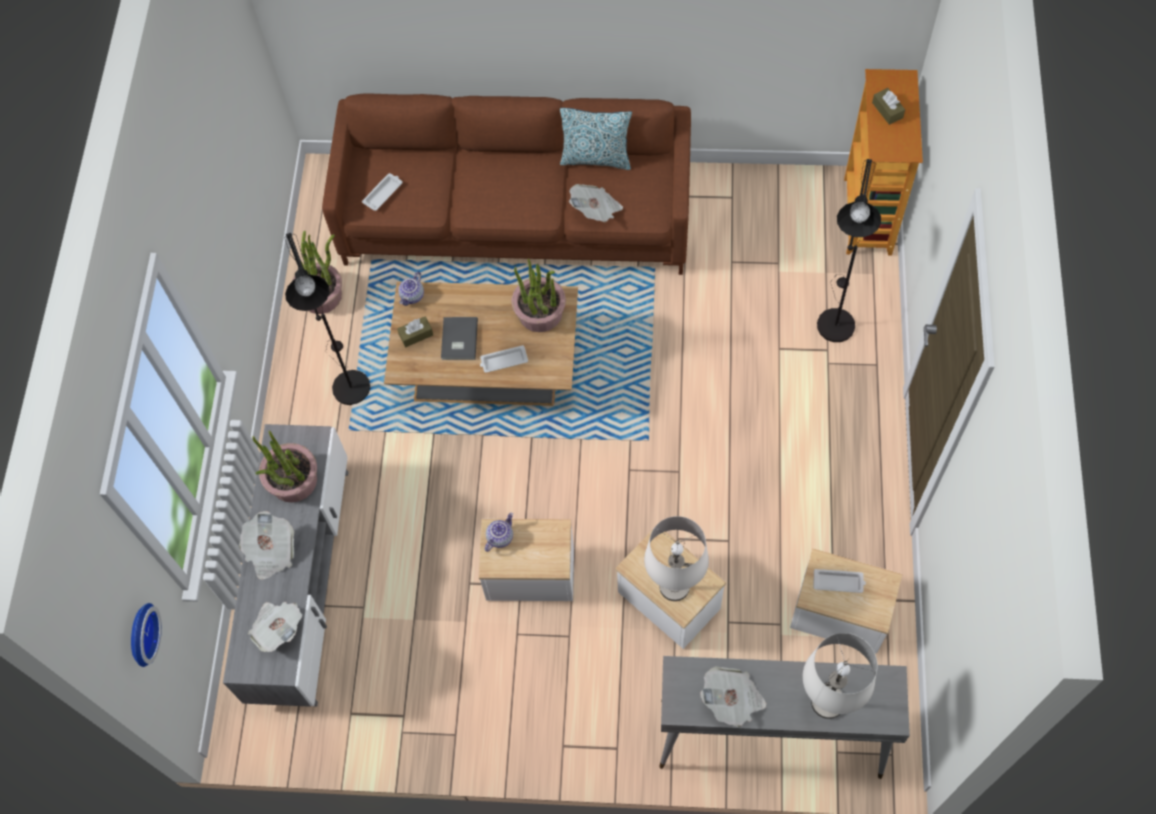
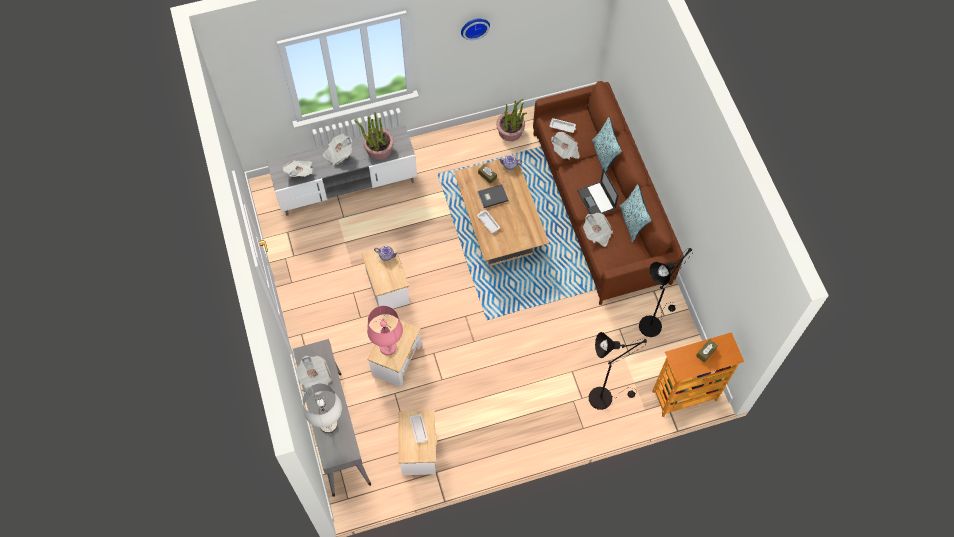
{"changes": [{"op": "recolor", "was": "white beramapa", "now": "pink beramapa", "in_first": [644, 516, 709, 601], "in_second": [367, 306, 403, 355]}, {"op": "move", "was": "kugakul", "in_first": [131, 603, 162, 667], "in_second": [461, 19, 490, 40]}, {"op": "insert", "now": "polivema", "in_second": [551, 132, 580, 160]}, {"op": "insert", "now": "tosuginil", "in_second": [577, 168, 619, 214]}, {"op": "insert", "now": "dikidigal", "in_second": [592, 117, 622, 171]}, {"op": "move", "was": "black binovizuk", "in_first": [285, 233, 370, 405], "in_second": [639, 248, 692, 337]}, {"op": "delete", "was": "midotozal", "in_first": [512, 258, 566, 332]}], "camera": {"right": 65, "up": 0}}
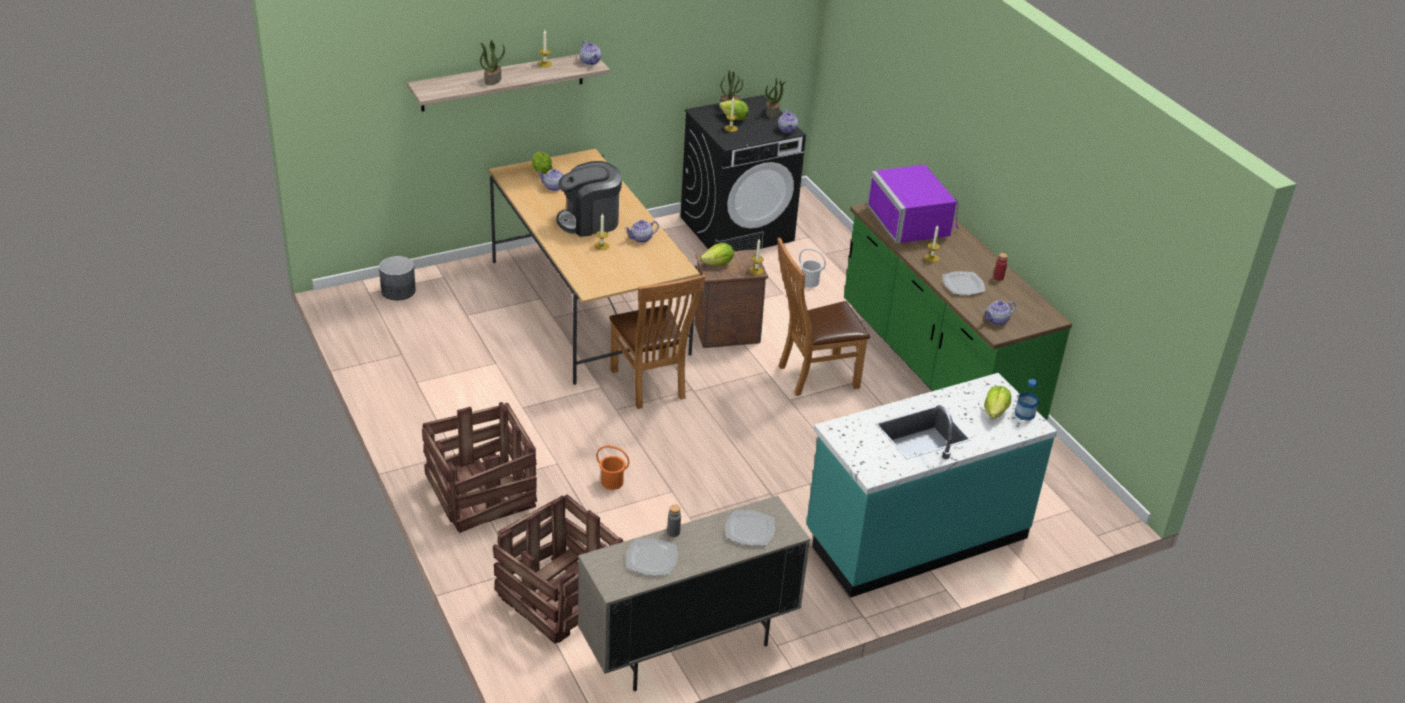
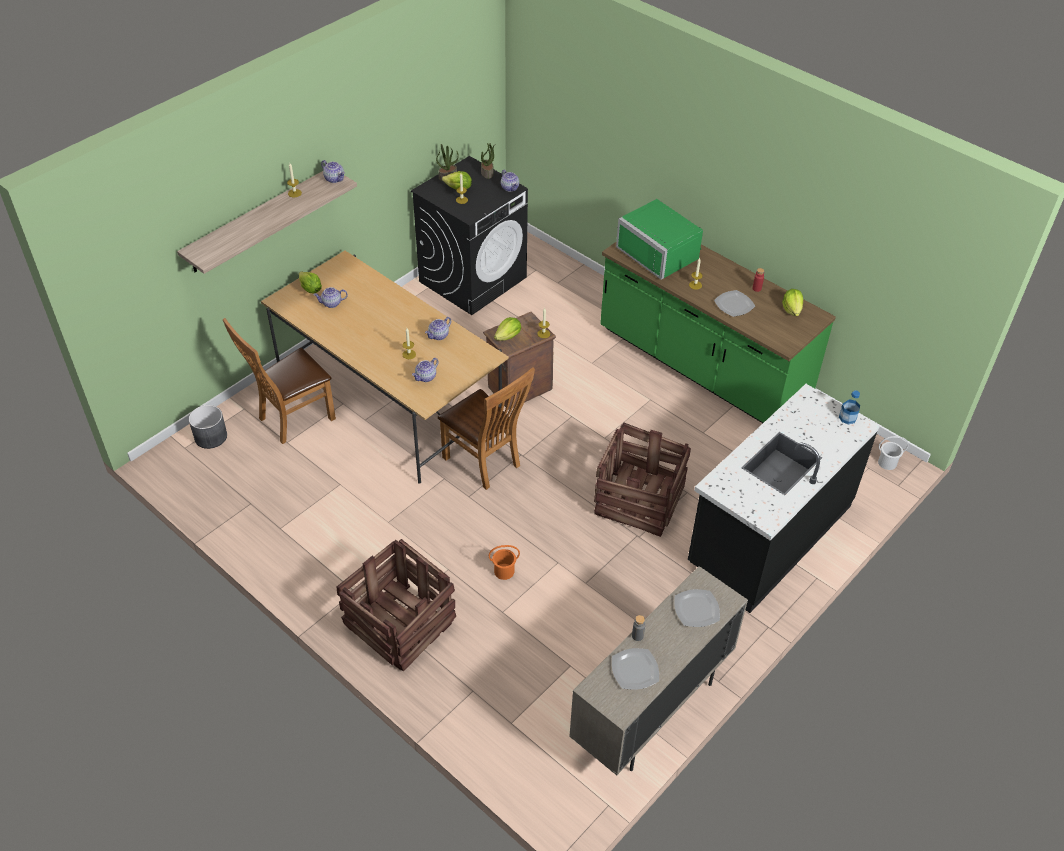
{"changes": [{"op": "move", "was": "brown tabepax", "in_first": [777, 238, 870, 396], "in_second": [222, 318, 336, 444]}, {"op": "move", "was": "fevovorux", "in_first": [983, 301, 1016, 325], "in_second": [412, 358, 439, 382]}, {"op": "move", "was": "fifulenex", "in_first": [493, 494, 624, 644], "in_second": [594, 423, 691, 537]}, {"op": "recolor", "was": "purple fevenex", "now": "green fevenex", "in_first": [867, 164, 958, 244], "in_second": [616, 199, 703, 280]}, {"op": "recolor", "was": "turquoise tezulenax", "now": "black tezulenax", "in_first": [806, 373, 1057, 598], "in_second": [688, 384, 880, 613]}, {"op": "move", "was": "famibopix", "in_first": [984, 386, 1011, 418], "in_second": [782, 289, 803, 316]}, {"op": "move", "was": "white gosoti", "in_first": [799, 248, 826, 288], "in_second": [878, 436, 909, 470]}, {"op": "delete", "was": "midotozal", "in_first": [480, 40, 505, 85]}, {"op": "delete", "was": "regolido", "in_first": [556, 161, 622, 237]}], "camera": {"right": -20, "up": 10}}
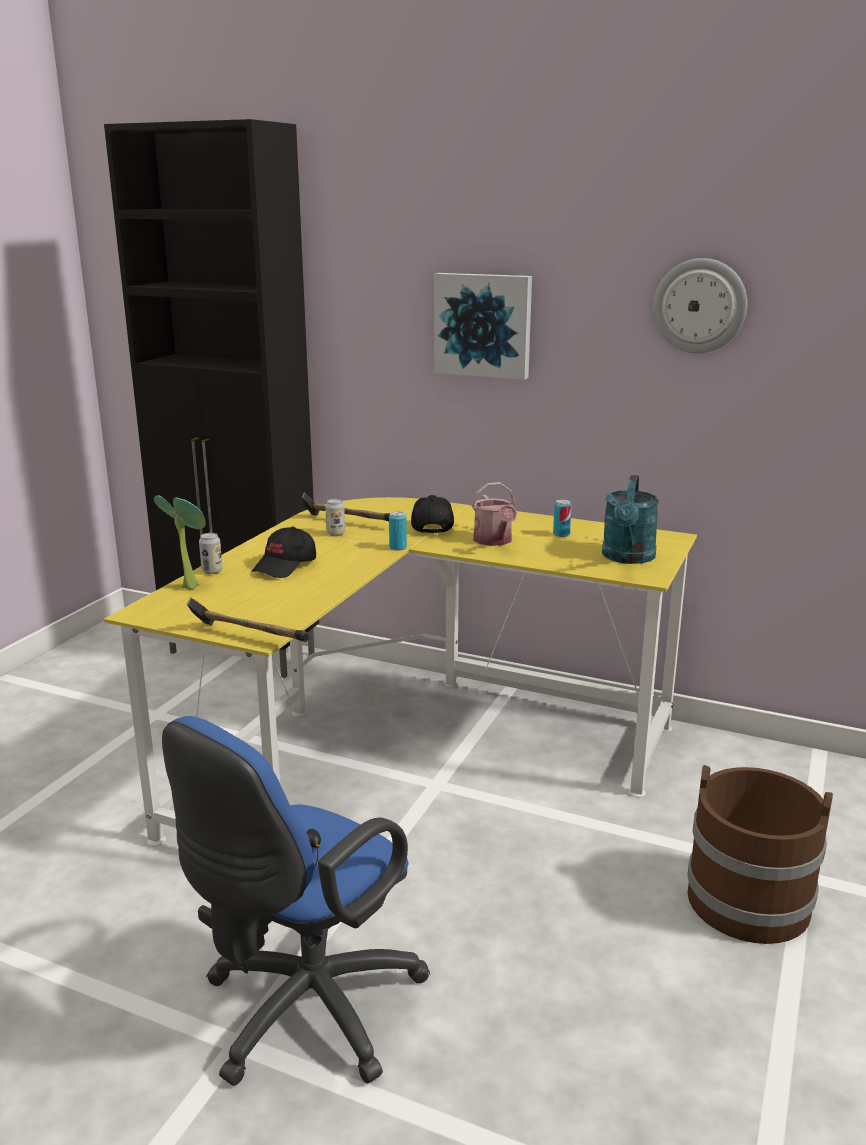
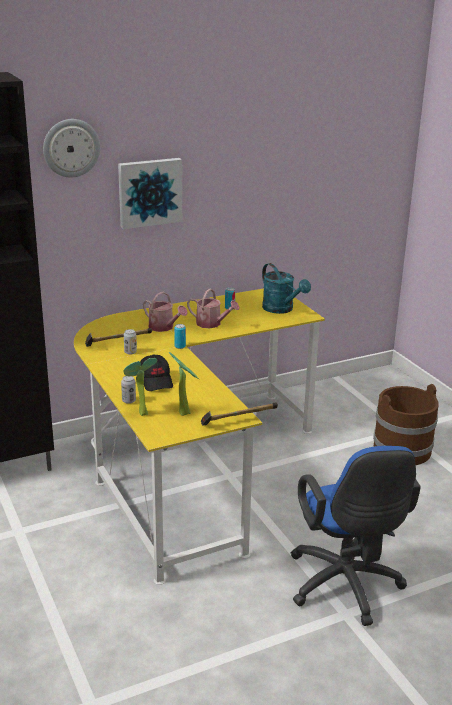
{"changes": [{"op": "move", "was": "kugakul", "in_first": [653, 258, 747, 353], "in_second": [43, 119, 100, 177]}, {"op": "replace", "was": "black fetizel", "now": "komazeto", "in_first": [411, 495, 454, 534], "in_second": [143, 292, 188, 332]}, {"op": "insert", "now": "midotozal", "in_second": [168, 352, 199, 416]}], "camera": {"right": -50, "up": 5}}
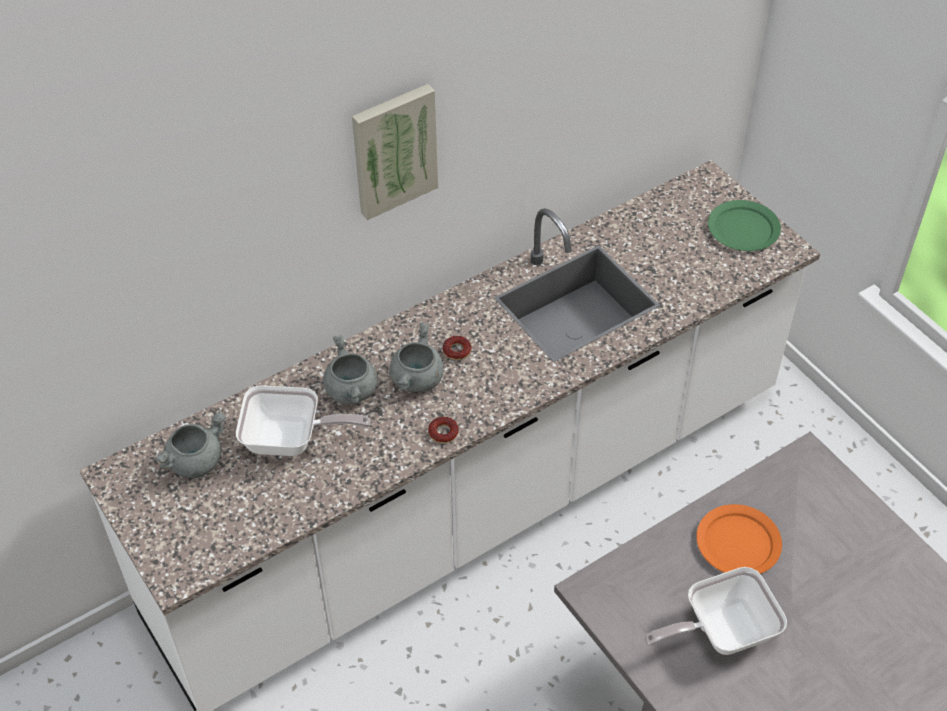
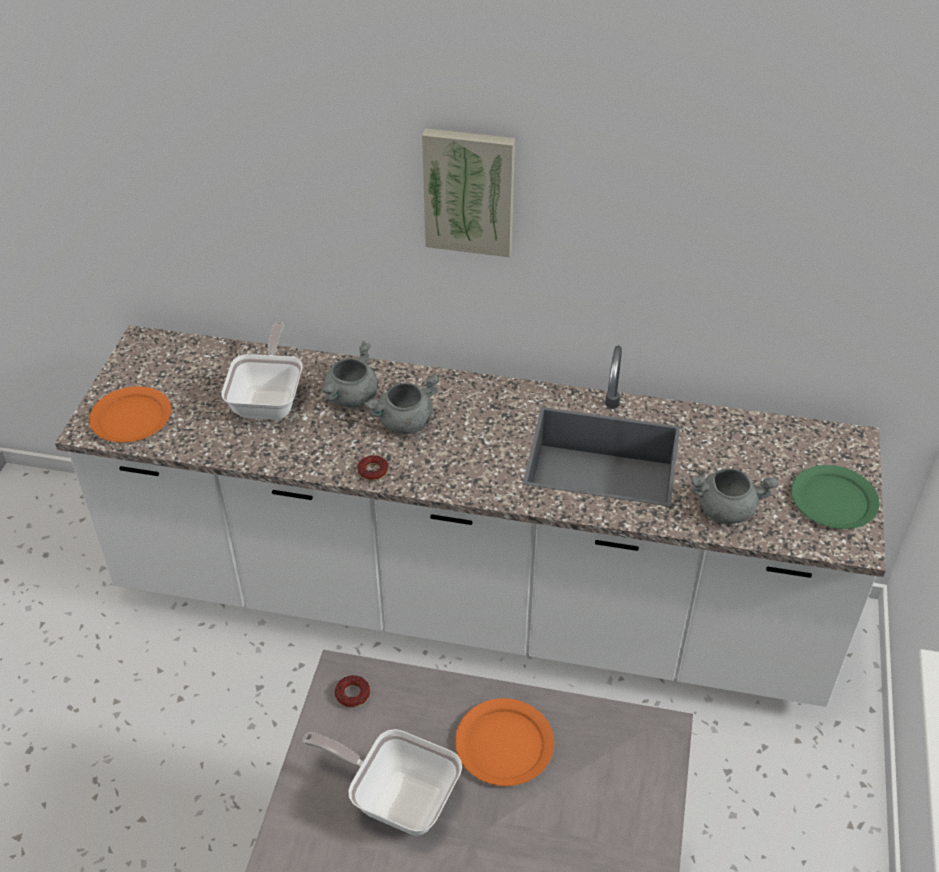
{"changes": [{"op": "insert", "now": "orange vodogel", "in_second": [89, 386, 171, 443]}, {"op": "rotate", "was": "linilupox", "in_first": [236, 385, 370, 456], "in_second": [221, 322, 303, 420], "clockwise": -135}, {"op": "move", "was": "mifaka", "in_first": [443, 336, 472, 360], "in_second": [335, 675, 370, 708]}, {"op": "move", "was": "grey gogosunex", "in_first": [155, 411, 226, 478], "in_second": [691, 468, 778, 524]}], "camera": {"right": 45, "up": -5}}
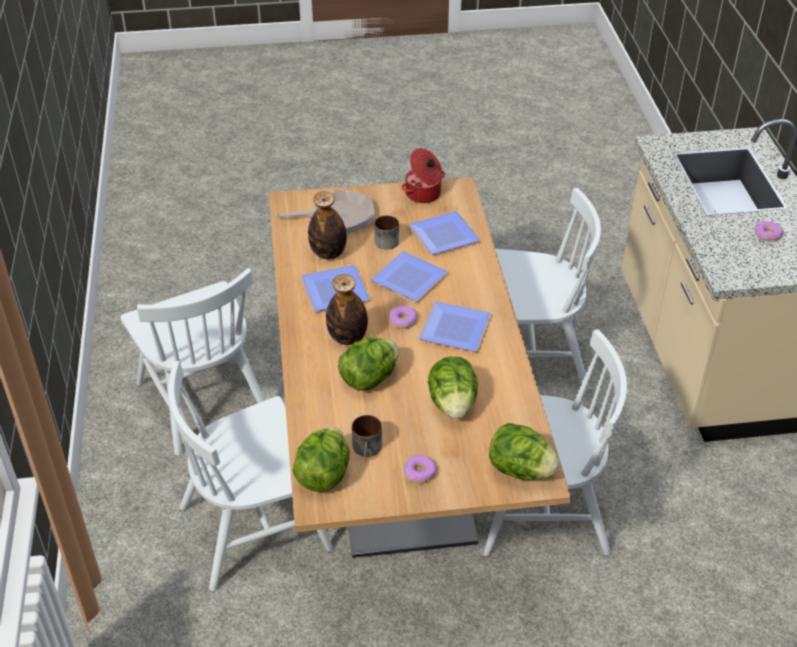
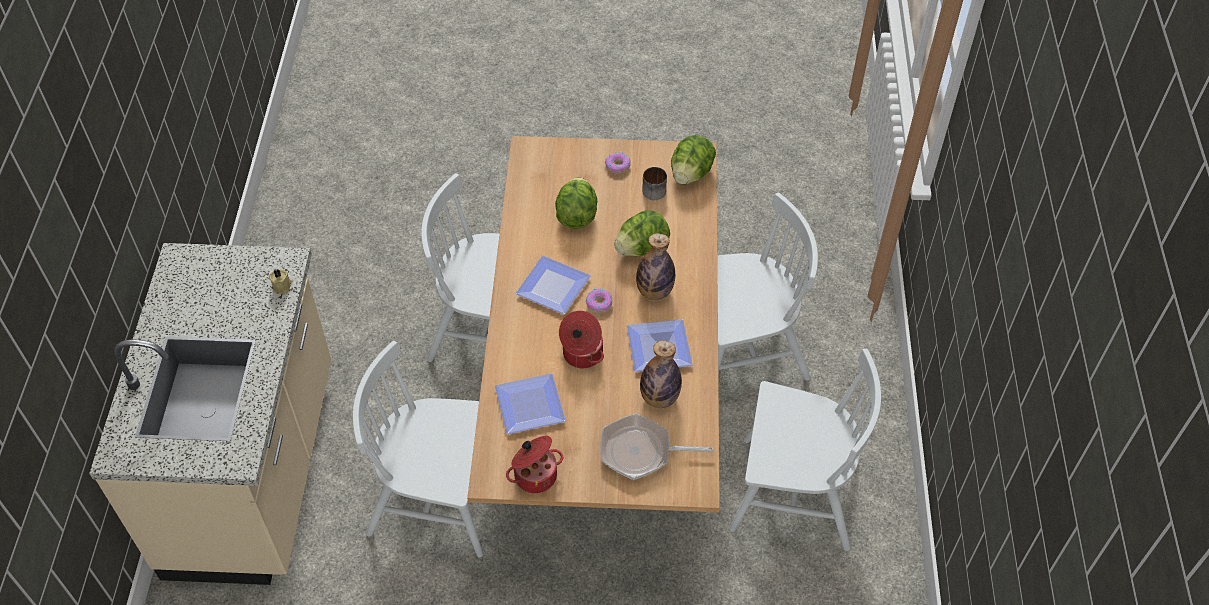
{"changes": [{"op": "insert", "now": "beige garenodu", "in_second": [269, 269, 292, 294]}, {"op": "replace", "was": "vodogel", "now": "gogosunex", "in_first": [370, 251, 448, 302], "in_second": [559, 311, 604, 368]}, {"op": "rotate", "was": "white tabepax", "in_first": [121, 268, 265, 456], "in_second": [729, 349, 881, 551], "clockwise": 120}, {"op": "delete", "was": "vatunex", "in_first": [374, 215, 399, 250]}, {"op": "delete", "was": "famibopix", "in_first": [489, 423, 560, 480]}, {"op": "delete", "was": "mifaka", "in_first": [755, 221, 783, 242]}], "camera": {"right": -170, "up": 10}}
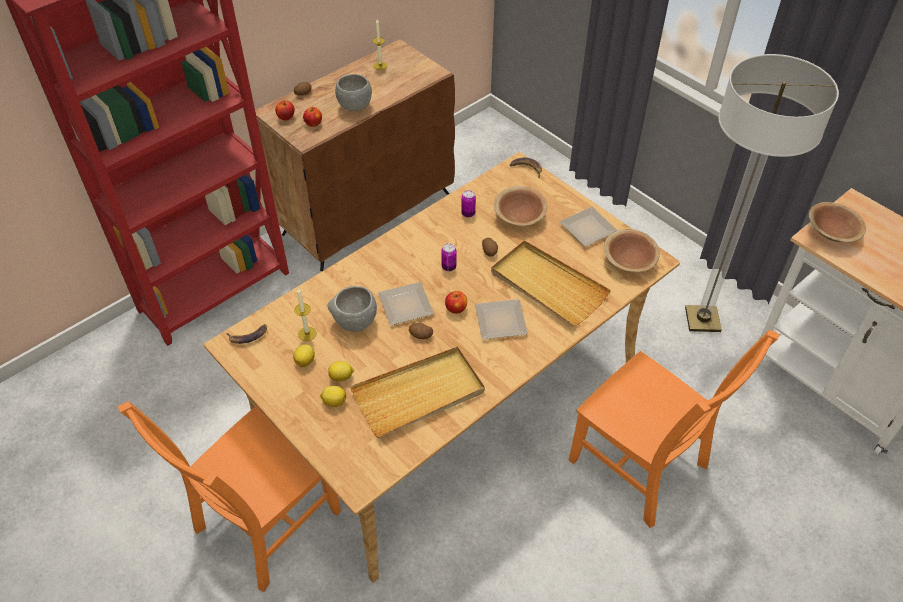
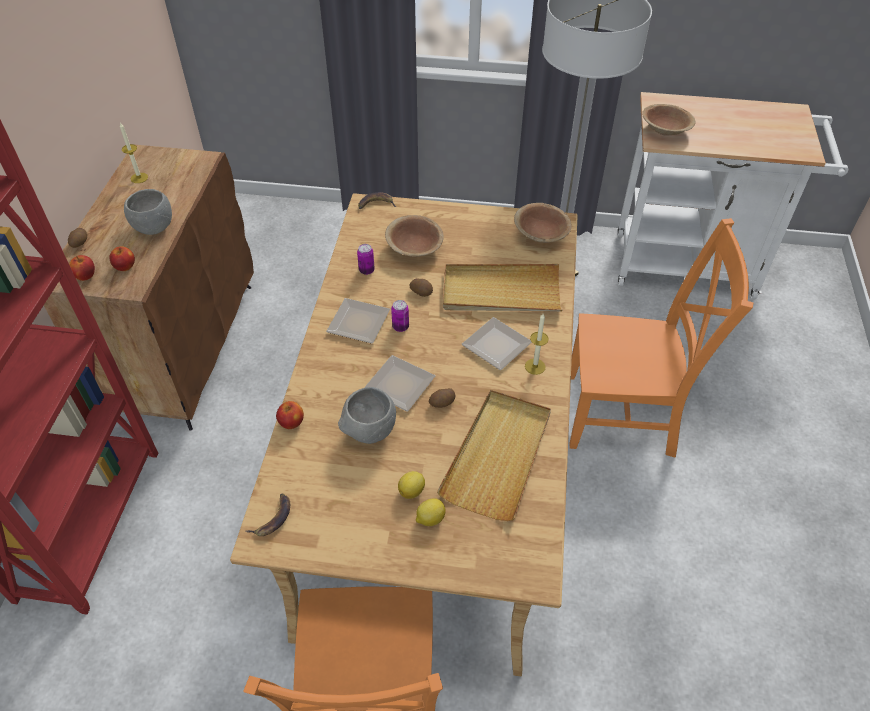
{"changes": [{"op": "move", "was": "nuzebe", "in_first": [445, 291, 467, 314], "in_second": [276, 401, 304, 429]}, {"op": "move", "was": "vodogel", "in_first": [559, 207, 618, 247], "in_second": [326, 298, 390, 344]}, {"op": "move", "was": "garenodu", "in_first": [294, 288, 317, 341], "in_second": [525, 314, 549, 375]}, {"op": "delete", "was": "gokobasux", "in_first": [293, 344, 315, 367]}], "camera": {"right": -40, "up": 0}}
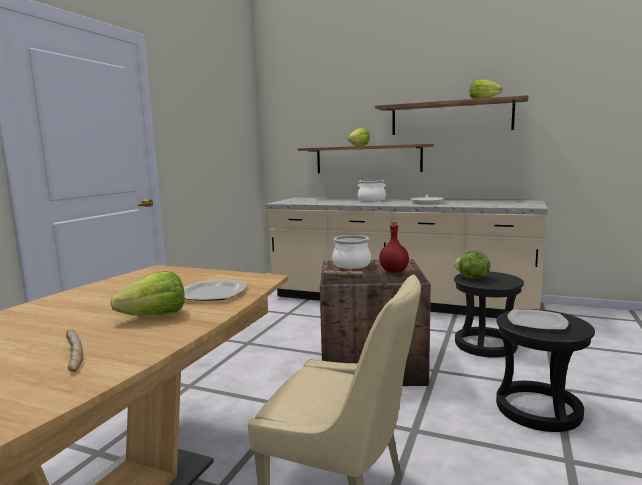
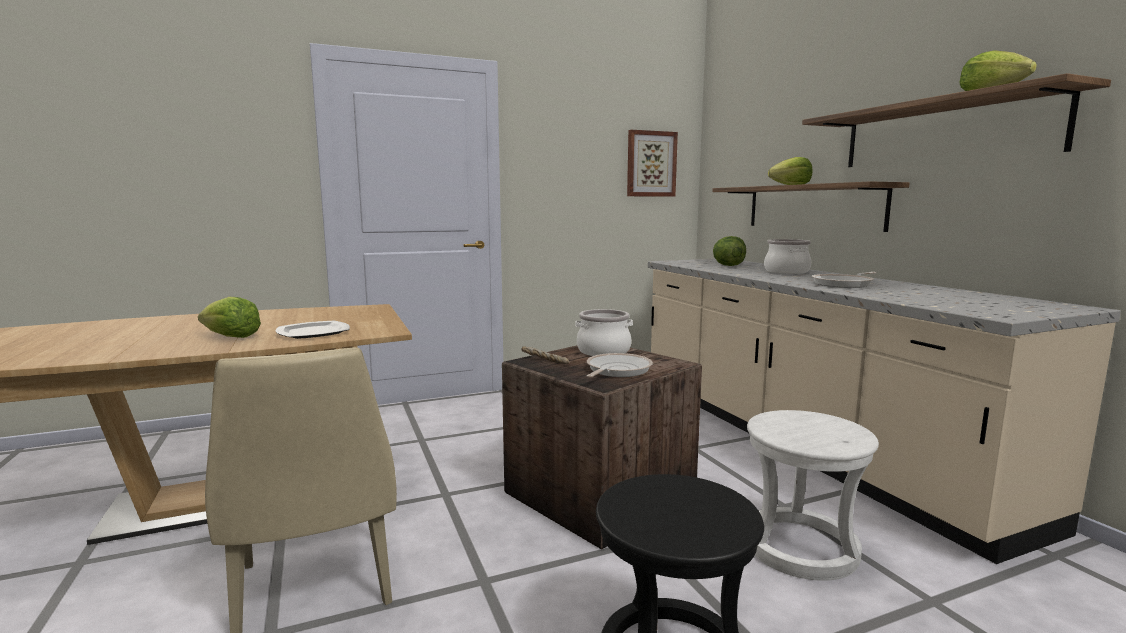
{"changes": [{"op": "replace", "was": "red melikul", "now": "linilupox", "in_first": [379, 221, 409, 273], "in_second": [587, 353, 653, 377]}, {"op": "insert", "now": "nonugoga", "in_second": [627, 130, 678, 197]}, {"op": "move", "was": "famibopix", "in_first": [454, 252, 490, 279], "in_second": [713, 236, 746, 266]}, {"op": "recolor", "was": "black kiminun", "now": "white kiminun", "in_first": [454, 272, 524, 358], "in_second": [747, 410, 879, 581]}, {"op": "delete", "was": "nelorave", "in_first": [66, 329, 83, 372]}, {"op": "delete", "was": "vodogel", "in_first": [507, 309, 569, 330]}], "camera": {"right": 45, "up": 0}}
